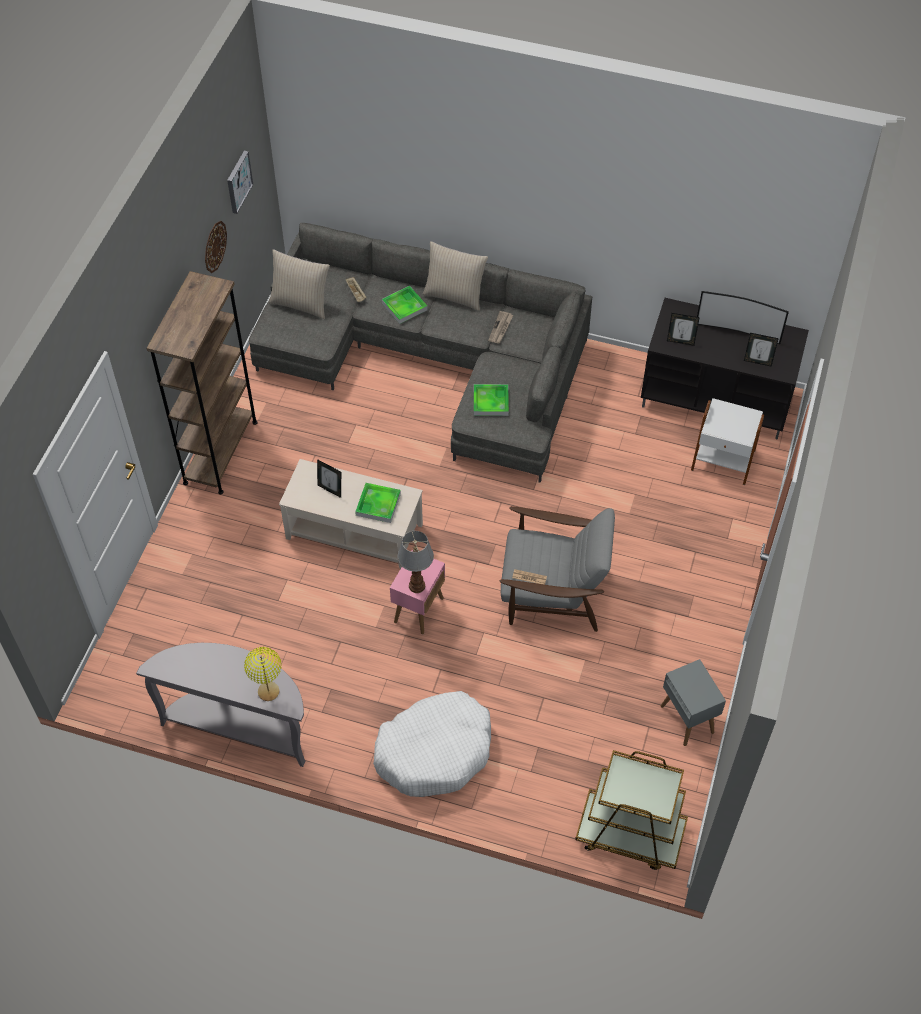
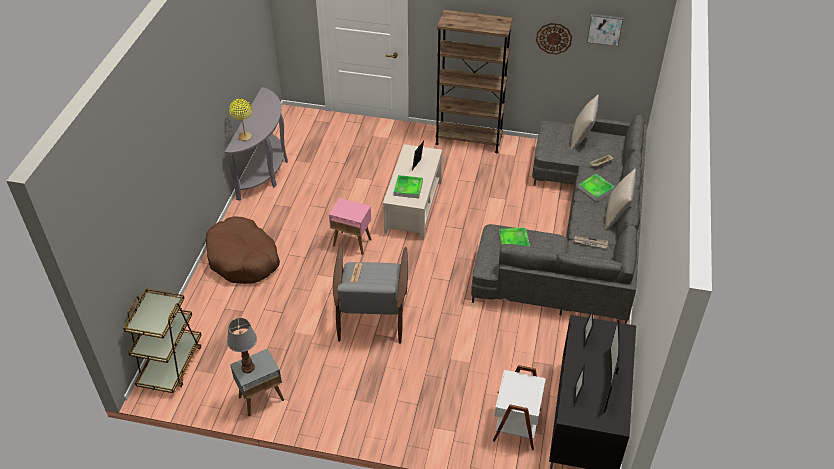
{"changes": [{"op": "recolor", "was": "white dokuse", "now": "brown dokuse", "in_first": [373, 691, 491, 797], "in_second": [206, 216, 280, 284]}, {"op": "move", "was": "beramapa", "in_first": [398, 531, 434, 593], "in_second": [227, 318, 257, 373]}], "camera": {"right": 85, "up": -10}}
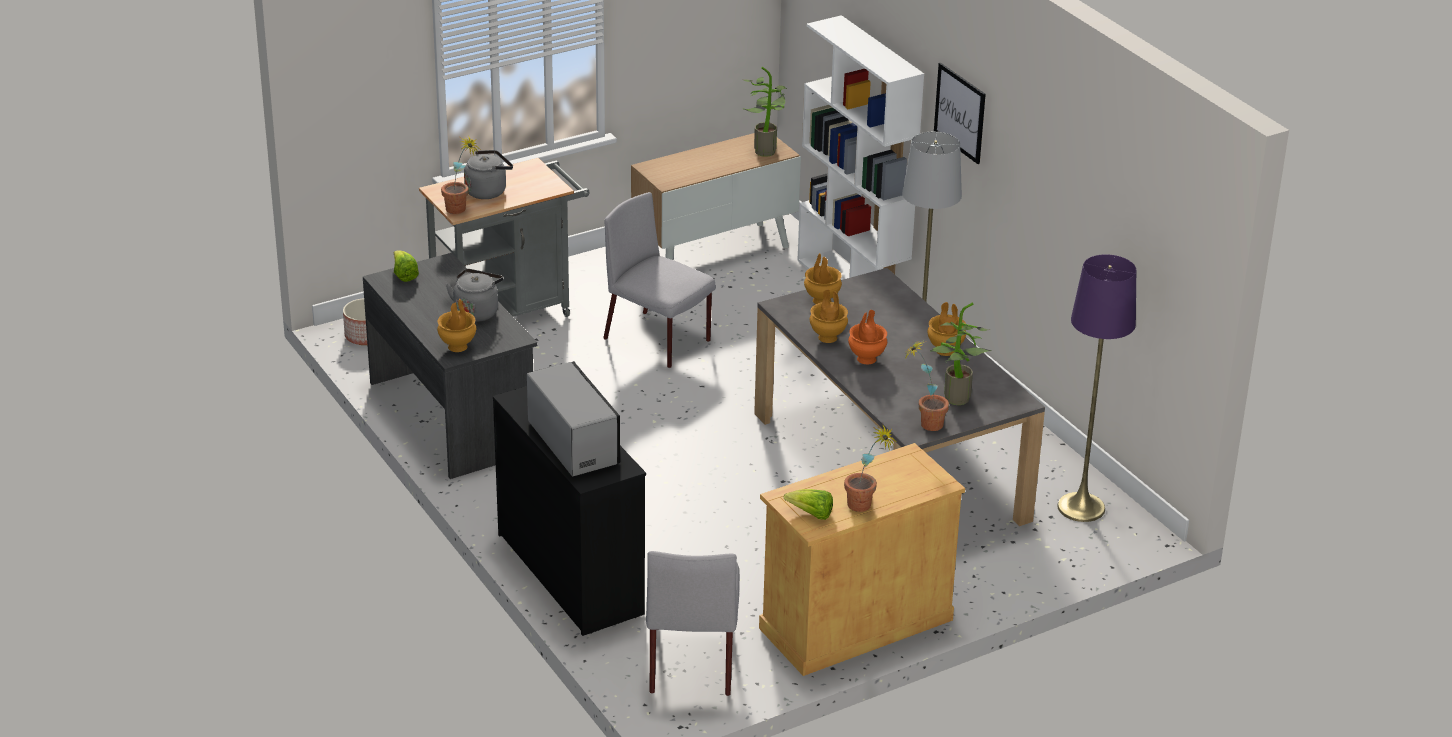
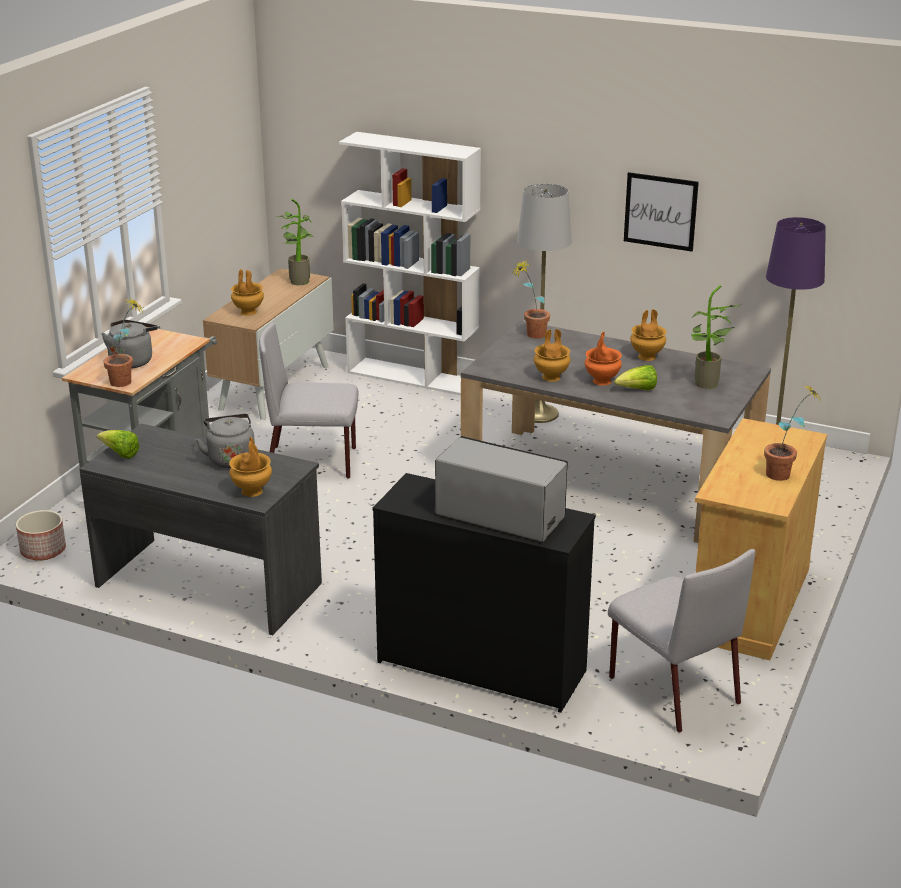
{"changes": [{"op": "move", "was": "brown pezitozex", "in_first": [804, 253, 842, 304], "in_second": [231, 269, 264, 316]}, {"op": "move", "was": "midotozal", "in_first": [905, 340, 949, 431], "in_second": [512, 259, 550, 339]}, {"op": "move", "was": "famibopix", "in_first": [784, 489, 833, 520], "in_second": [614, 365, 657, 390]}, {"op": "move", "was": "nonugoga", "in_first": [934, 63, 986, 164], "in_second": [624, 172, 699, 252]}], "camera": {"right": -35, "up": -5}}
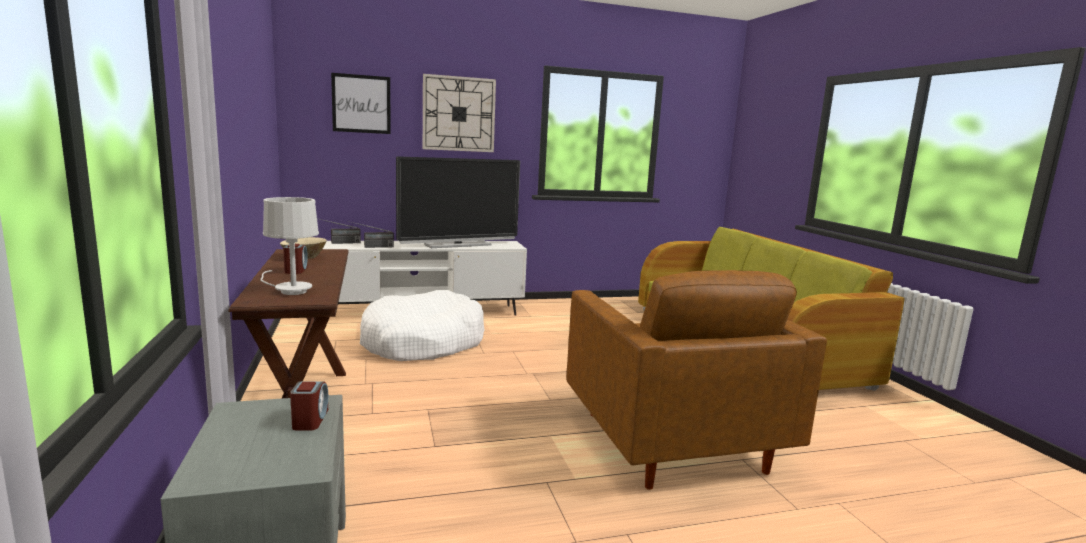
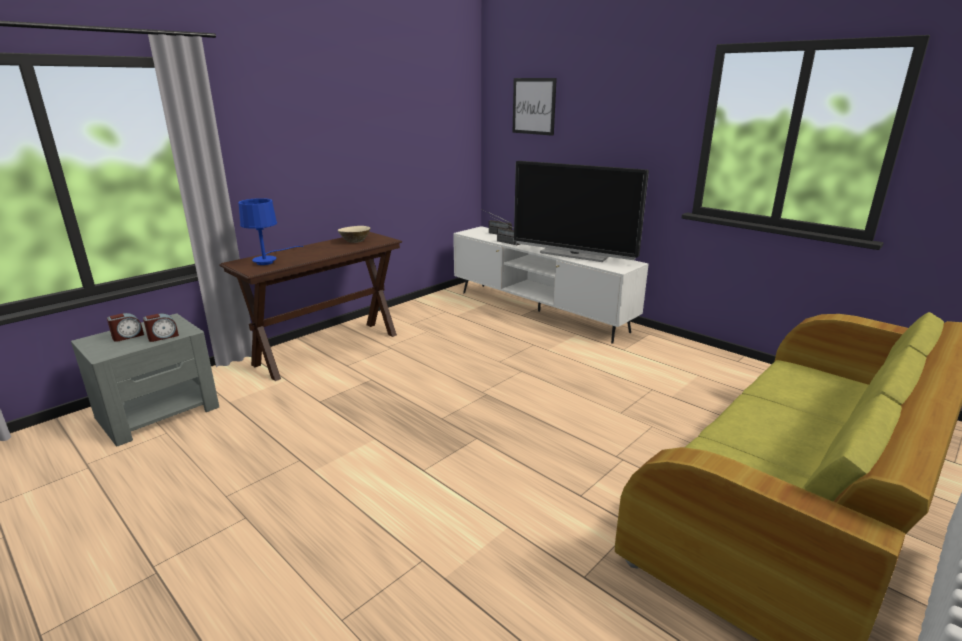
{"changes": [{"op": "move", "was": "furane", "in_first": [283, 244, 308, 274], "in_second": [107, 313, 144, 342]}, {"op": "recolor", "was": "white beramapa", "now": "blue beramapa", "in_first": [260, 197, 319, 295], "in_second": [238, 198, 303, 265]}, {"op": "delete", "was": "white dokuse", "in_first": [360, 290, 485, 361]}, {"op": "delete", "was": "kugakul", "in_first": [423, 74, 496, 152]}, {"op": "delete", "was": "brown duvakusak", "in_first": [566, 270, 827, 490]}], "camera": {"right": 60, "up": 10}}
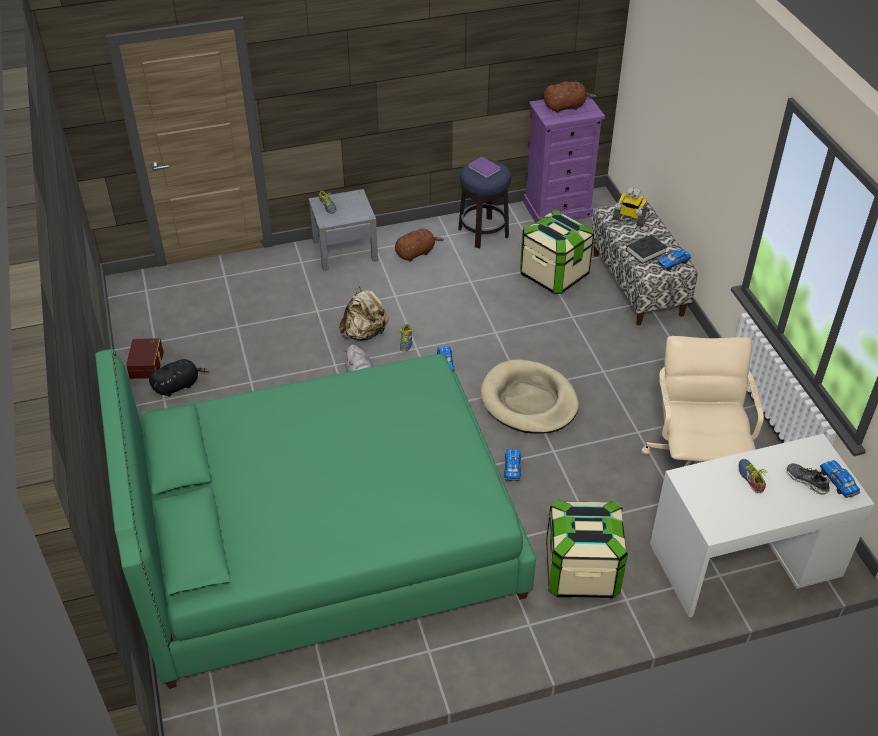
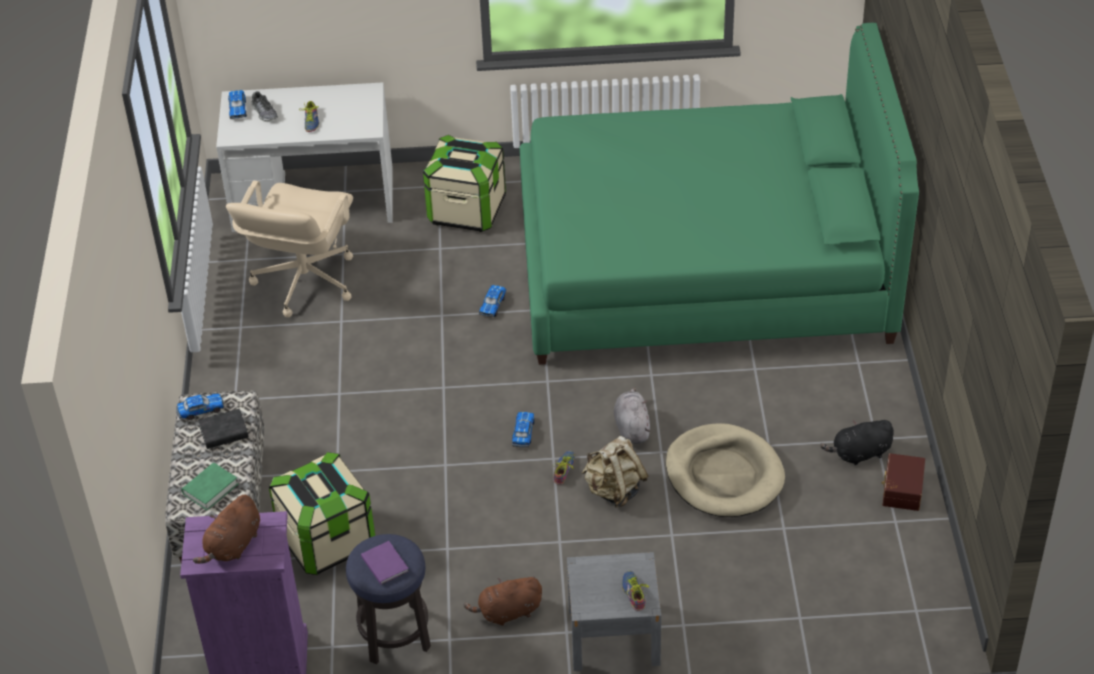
{"changes": [{"op": "replace", "was": "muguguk", "now": "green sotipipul", "in_first": [613, 187, 649, 227], "in_second": [182, 463, 238, 510]}, {"op": "rotate", "was": "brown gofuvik", "in_first": [544, 81, 597, 113], "in_second": [193, 495, 260, 564], "clockwise": -60}, {"op": "move", "was": "beige dokuse", "in_first": [481, 359, 579, 434], "in_second": [666, 423, 785, 517]}], "camera": {"right": -165, "up": 0}}
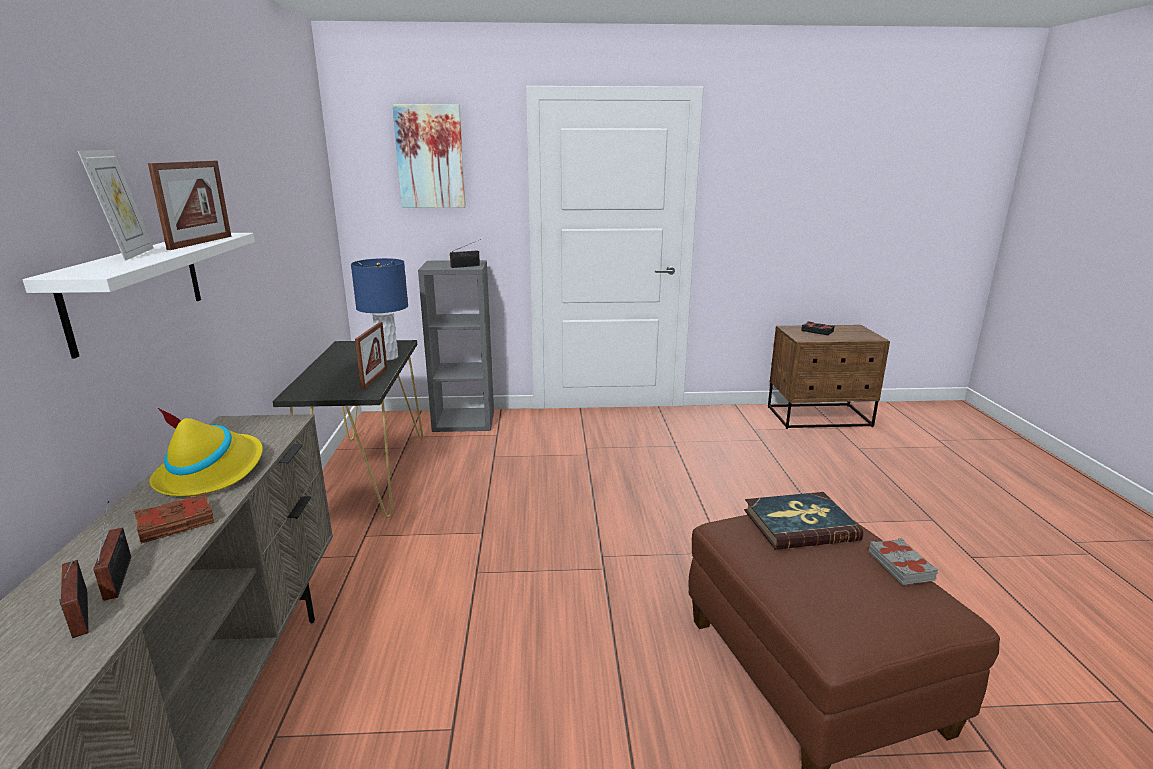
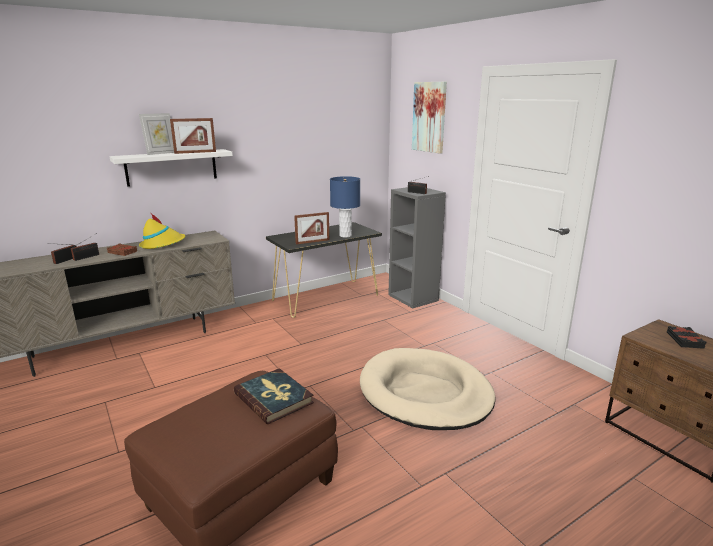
{"changes": [{"op": "insert", "now": "beige dokuse", "in_second": [360, 348, 495, 430]}, {"op": "delete", "was": "grey sotipipul", "in_first": [869, 538, 938, 585]}], "camera": {"right": 60, "up": 0}}
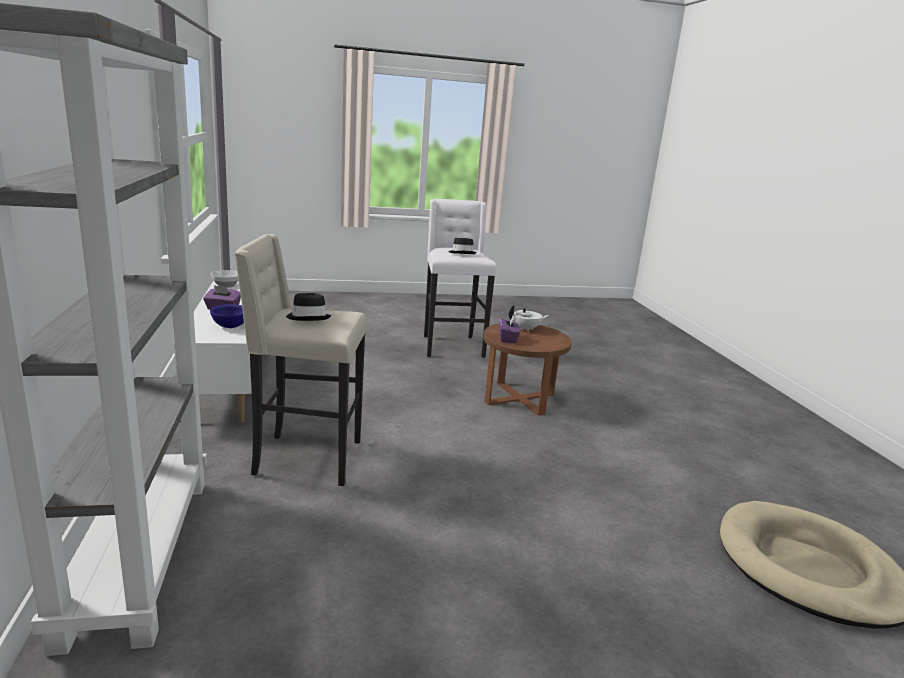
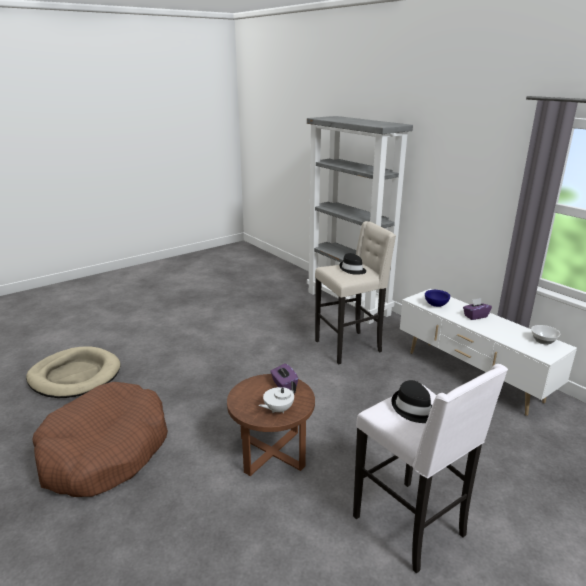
{"changes": [{"op": "insert", "now": "brown dokuse", "in_second": [32, 382, 168, 497]}], "camera": {"right": 155, "up": 5}}
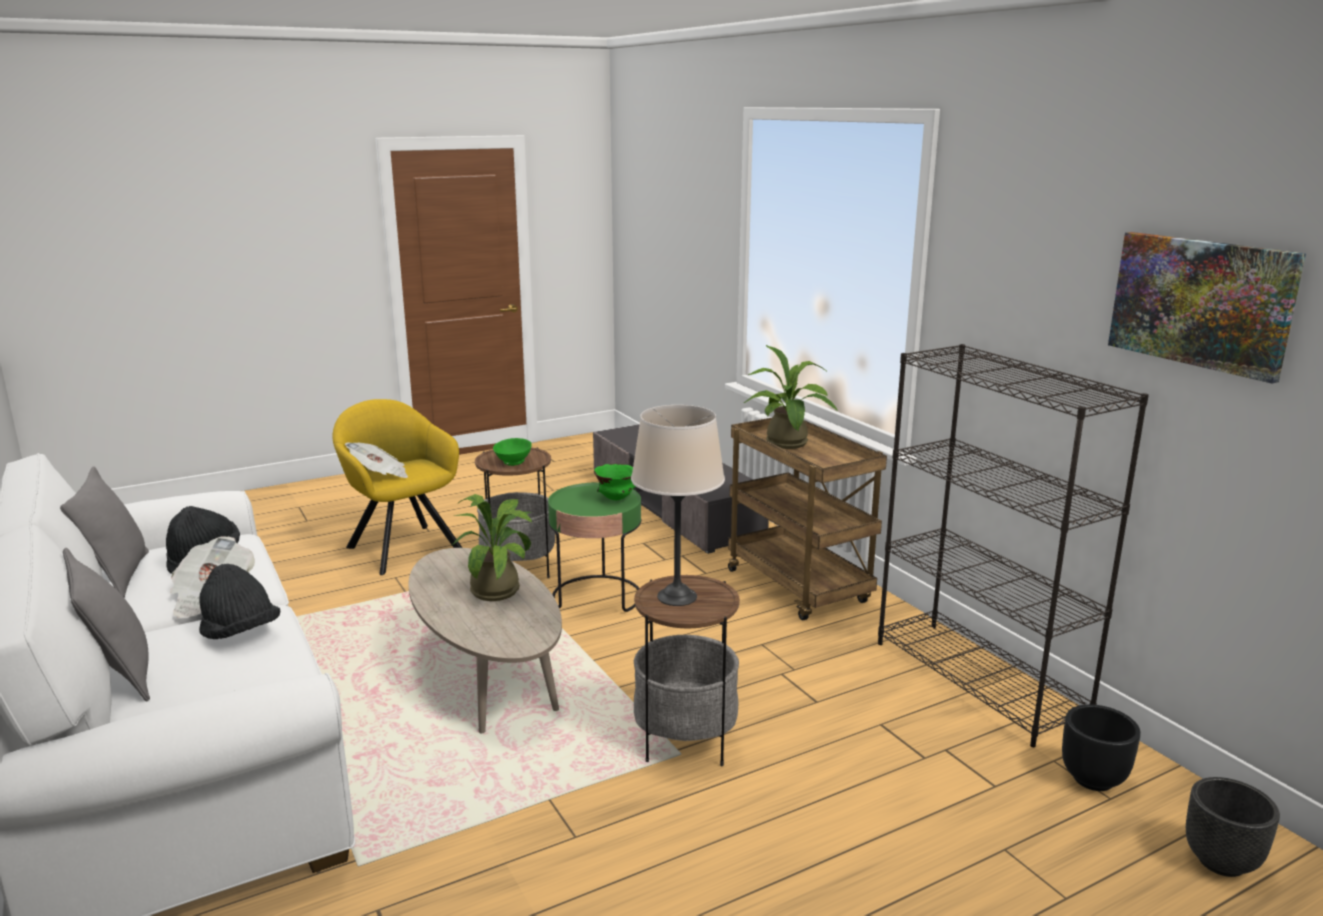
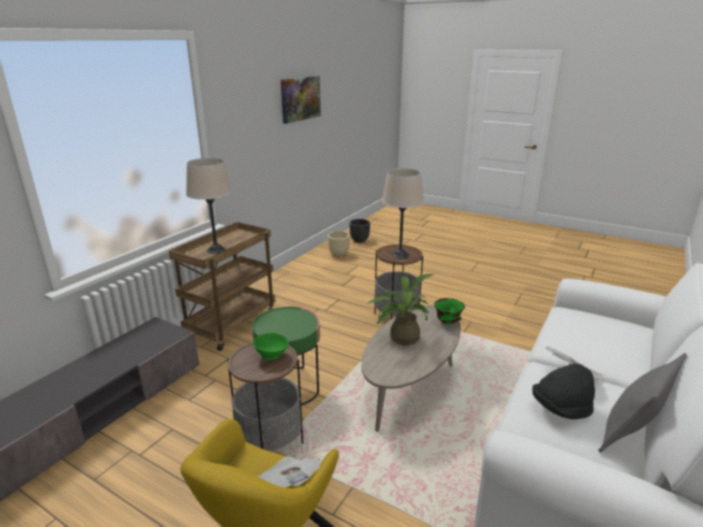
{"changes": [{"op": "replace", "was": "midotozal", "now": "beige beramapa", "in_first": [744, 345, 838, 449], "in_second": [186, 158, 232, 254]}, {"op": "recolor", "was": "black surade", "now": "beige surade", "in_first": [1062, 704, 1141, 791], "in_second": [328, 231, 350, 257]}, {"op": "move", "was": "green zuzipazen", "in_first": [594, 464, 636, 500], "in_second": [434, 298, 465, 324]}, {"op": "delete", "was": "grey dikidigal", "in_first": [63, 548, 150, 702]}, {"op": "delete", "was": "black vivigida", "in_first": [199, 564, 280, 639]}, {"op": "delete", "was": "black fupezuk", "in_first": [878, 344, 1149, 747]}], "camera": {"right": -120, "up": 5}}
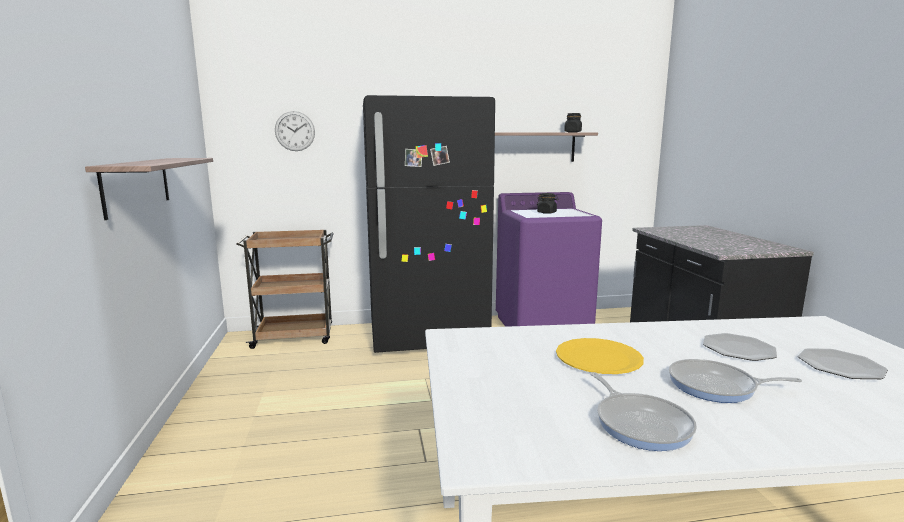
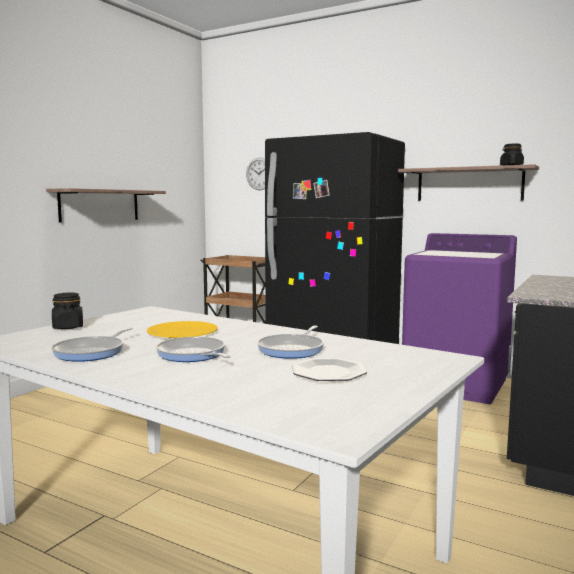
{"changes": [{"op": "move", "was": "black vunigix", "in_first": [537, 193, 559, 214], "in_second": [52, 293, 83, 329]}, {"op": "replace", "was": "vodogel", "now": "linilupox", "in_first": [703, 333, 777, 361], "in_second": [257, 326, 324, 359]}], "camera": {"right": 40, "up": -5}}
